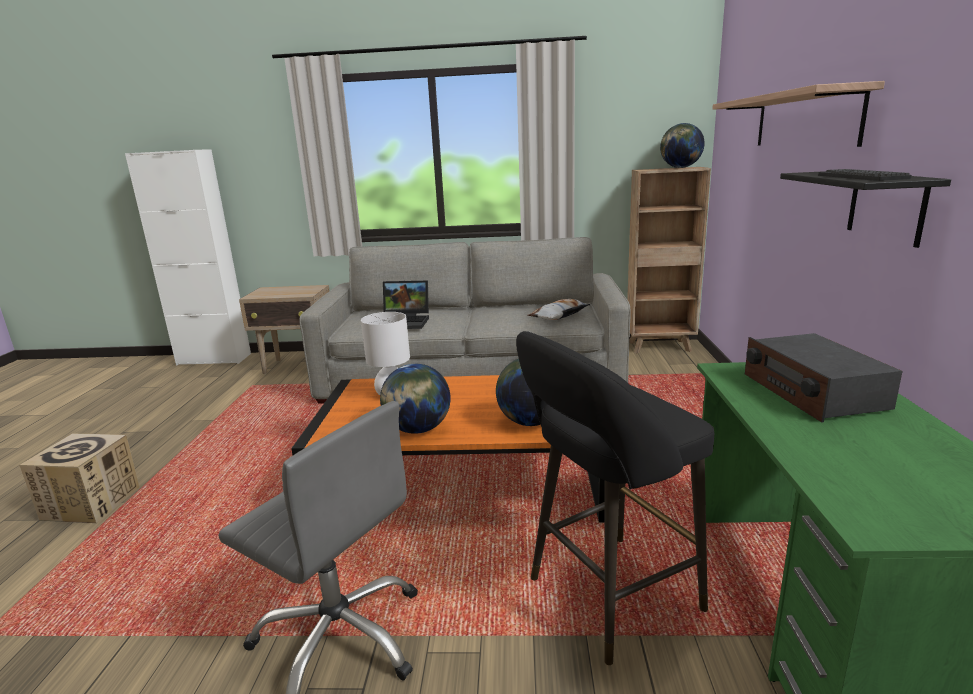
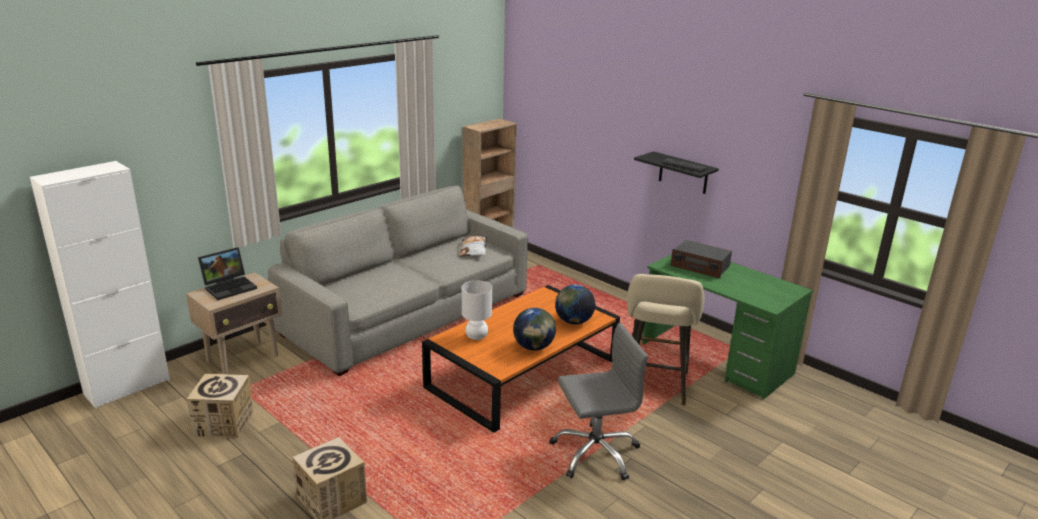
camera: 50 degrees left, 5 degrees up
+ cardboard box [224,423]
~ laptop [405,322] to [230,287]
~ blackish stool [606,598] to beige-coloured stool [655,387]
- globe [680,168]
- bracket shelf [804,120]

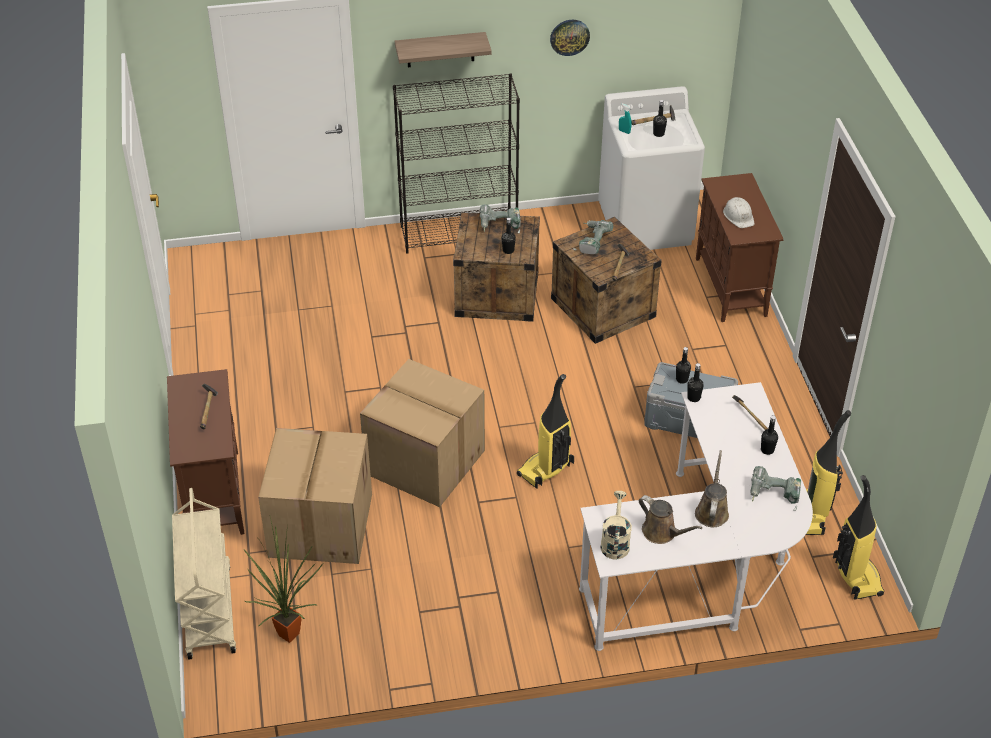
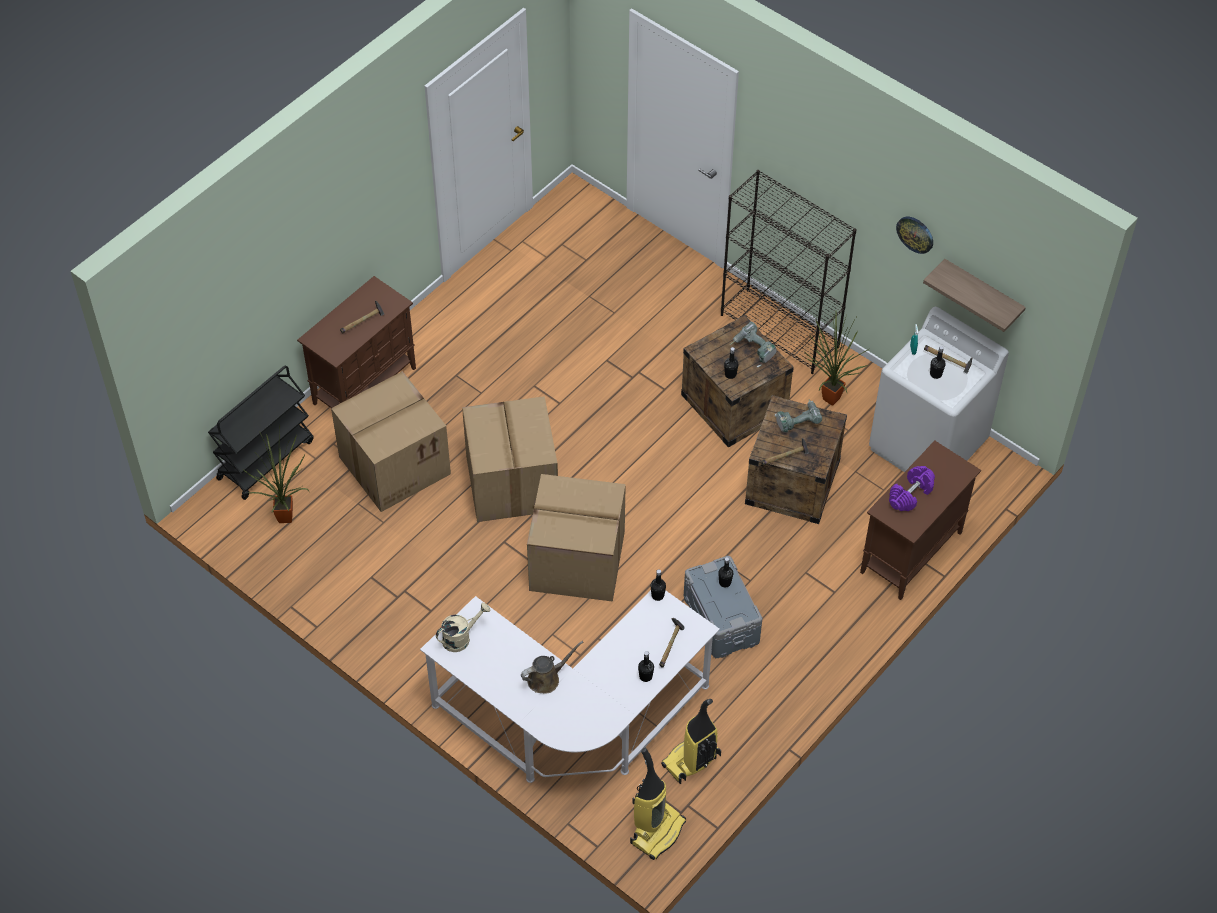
camera: 50 degrees right, 10 degrees up
~ beige-coloured trolley [208,610] to blackish trolley [265,459]
~ vacuum [546,470] to cardboard box [575,562]
+ houseplant [829,401]
~ whitish safety helmet [738,216] to purple-coloured hand weight [910,495]
~ bracket shelf [440,49] to [982,293]
- brown watering pot [662,532]
- electric drill [773,496]

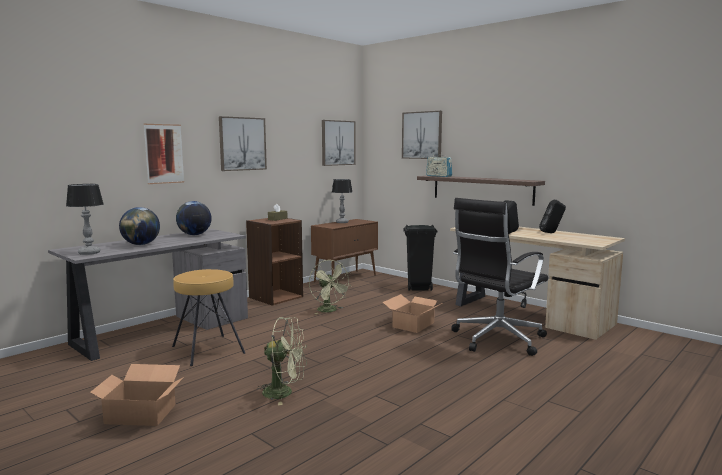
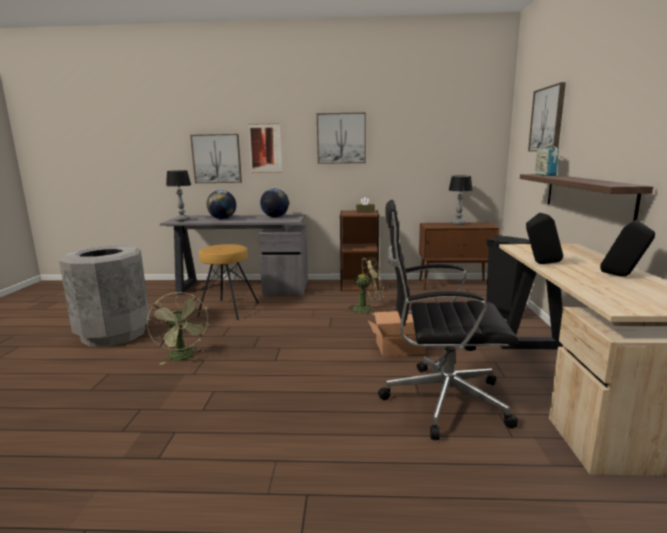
camera: 50 degrees right, 5 degrees up
~ cardboard box [140,413] to grey waste bin [114,334]
~ picture [338,143] to [217,158]
~ green-coloured fan [330,311] = [367,309] 120 degrees counterclockwise

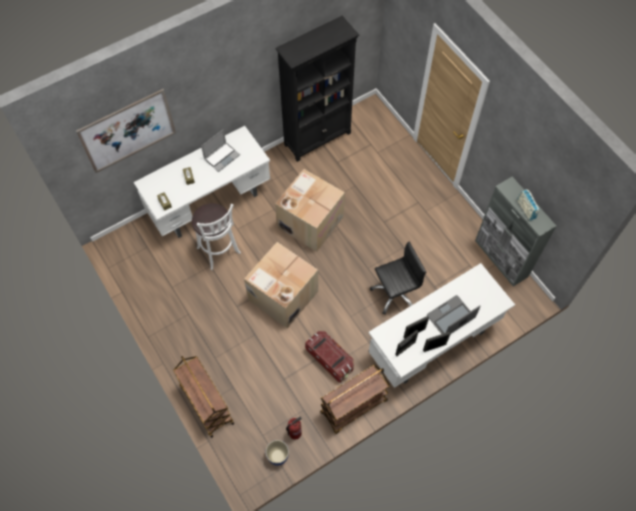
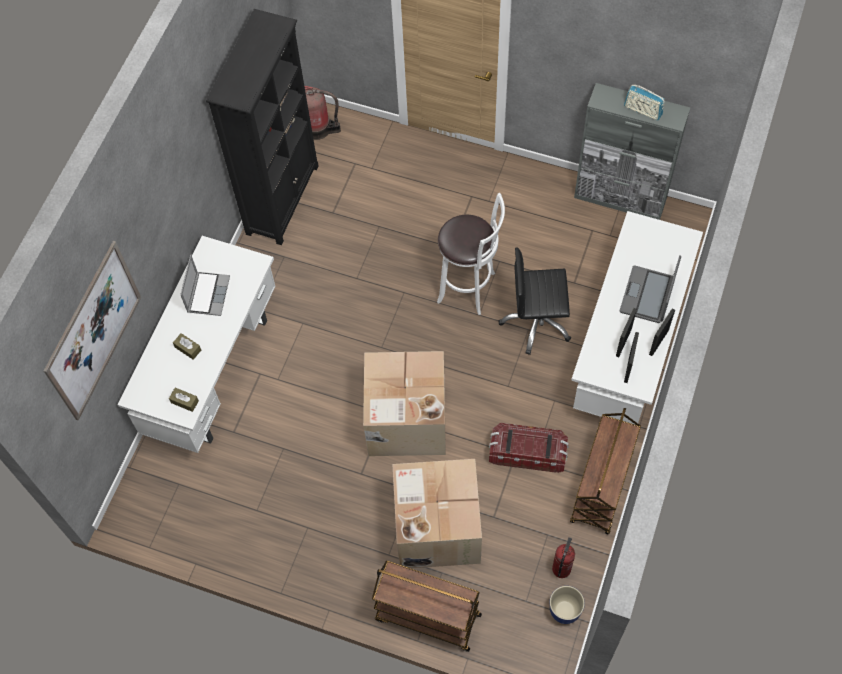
camera: 35 degrees left, 0 degrees up
+ fire-fighting cylinder [319,129]
~ cardboard box [310,221] to [436,526]
~ whitish stool [220,252] to [469,288]
~ blackish office chair [395,293] = [536,322] 120 degrees counterclockwise

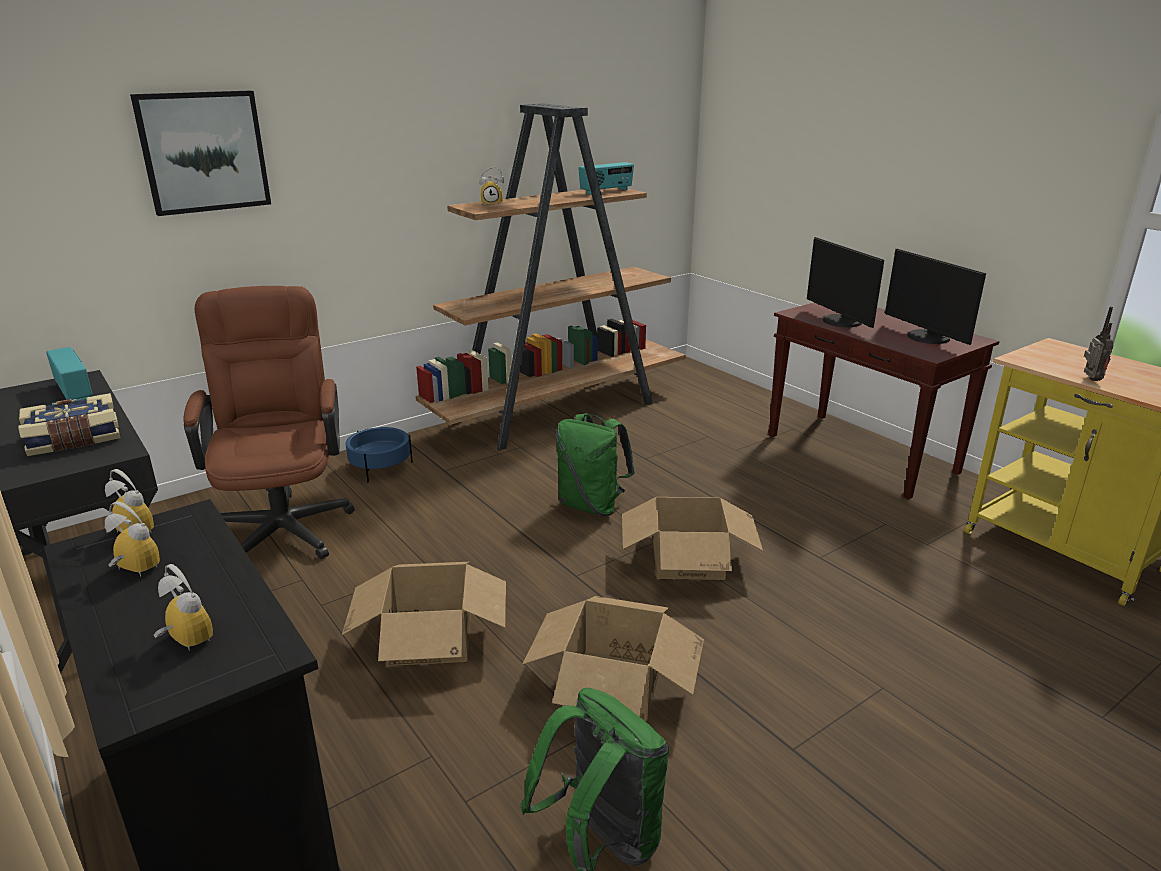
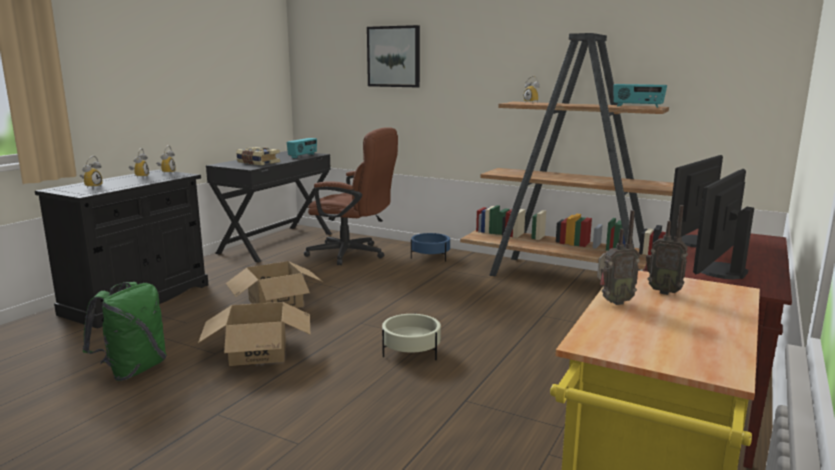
camera: 65 degrees right, 10 degrees down
~ brown office chair [285,523] = [353,254] 60 degrees clockwise
~ cardboard box [688,560] to beige-coloured flower pot [411,351]
+ radio [663,291]
- green-coloured knapsack [592,506]

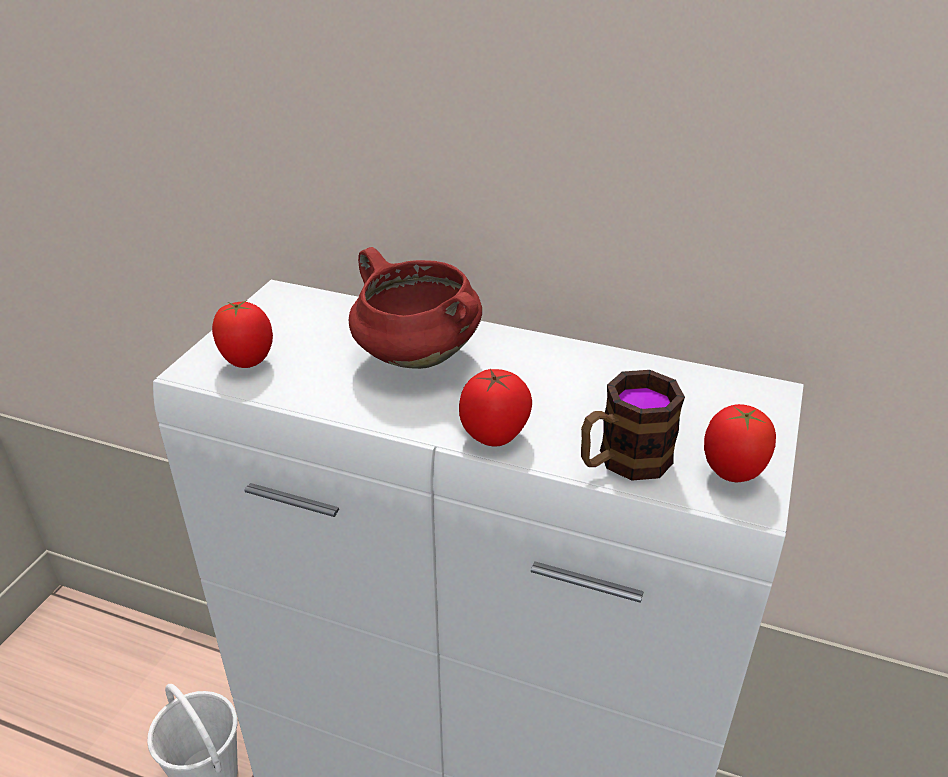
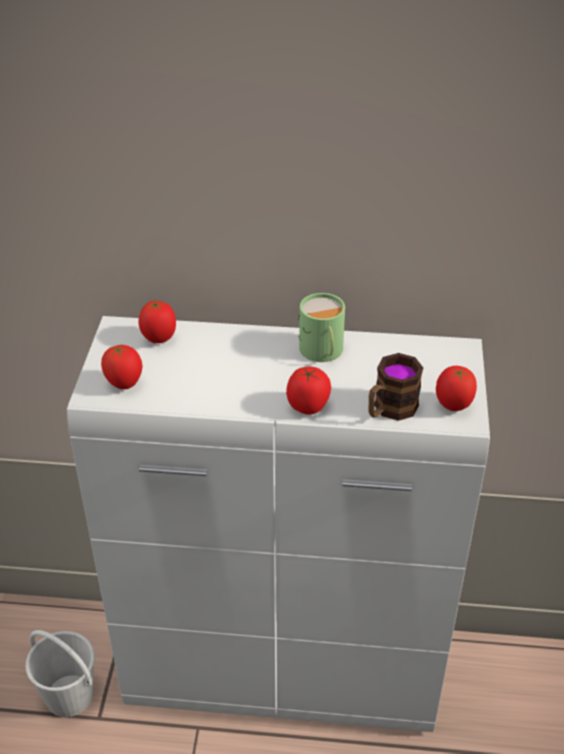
camera: 15 degrees left, 5 degrees up
+ fresh tomato [159,339]
+ green-coloured mug [322,351]
- reddish cooking pot [414,357]

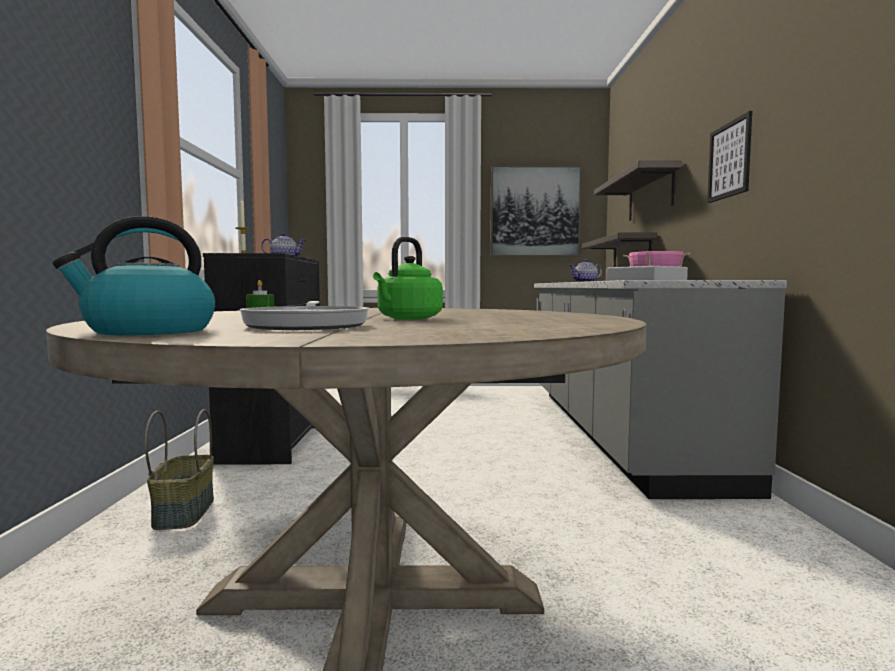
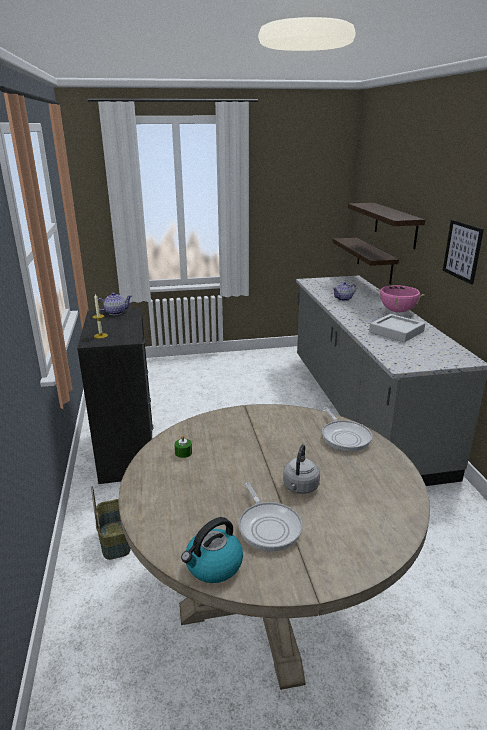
camera: 10 degrees left, 20 degrees up
~ green-coloured tea kettle [408,319] to grey tea kettle [300,487]
+ pan [344,437]
- picture [535,211]

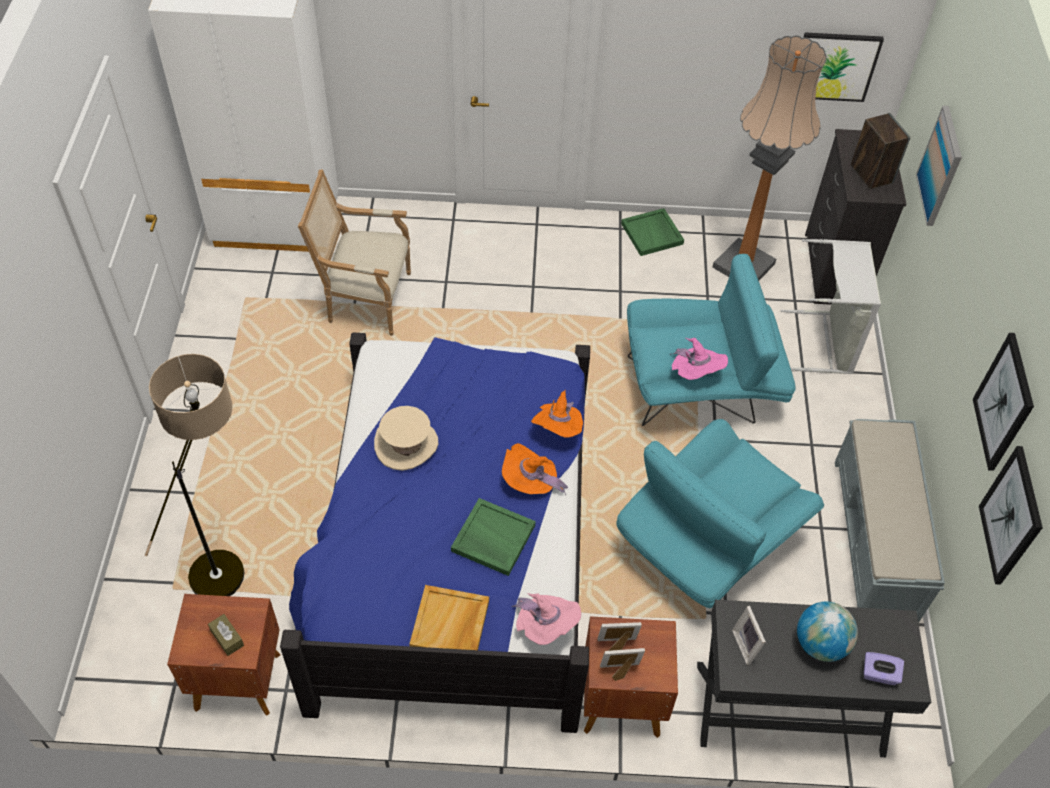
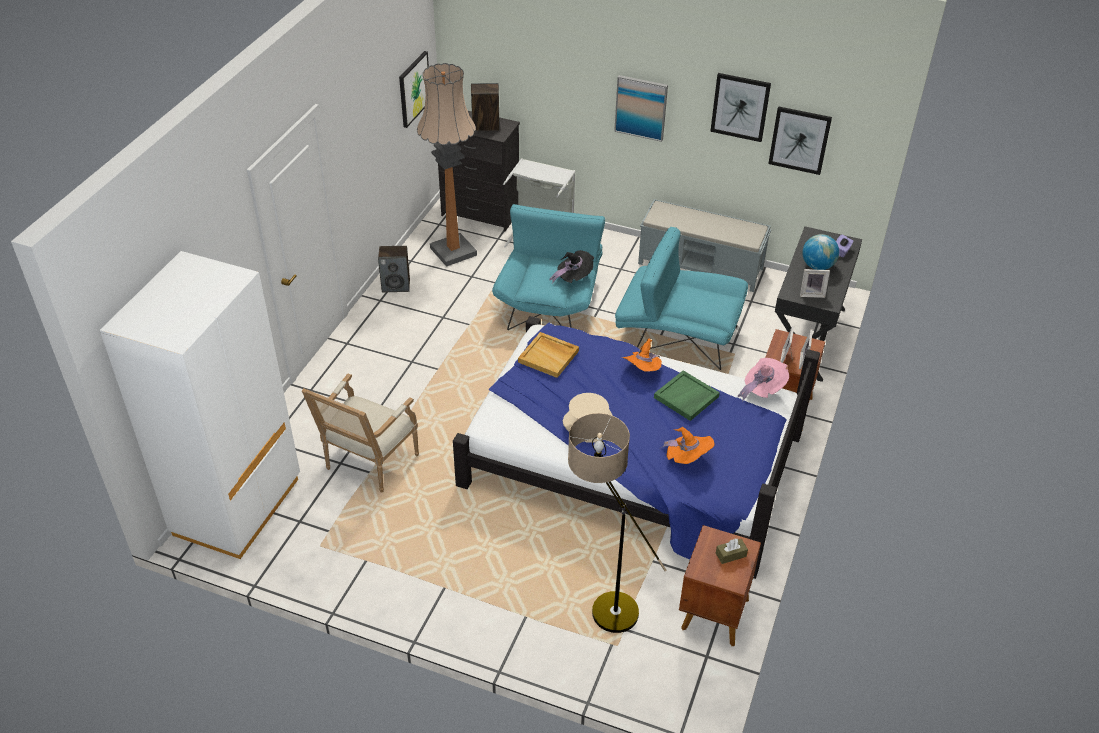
camera: 70 degrees left, 10 degrees down
~ green-coloured serving tray [652,234] to speaker [396,285]
~ beige-coloured serving tray [450,624] to [549,356]
~ pinkish hat [695,373] to blackish hat [574,277]
~ picture [940,166] to [641,107]
~ blue-green armchair [707,541] = [677,336] 135 degrees clockwise
~ orange-coloured hat [558,429] to [687,459]

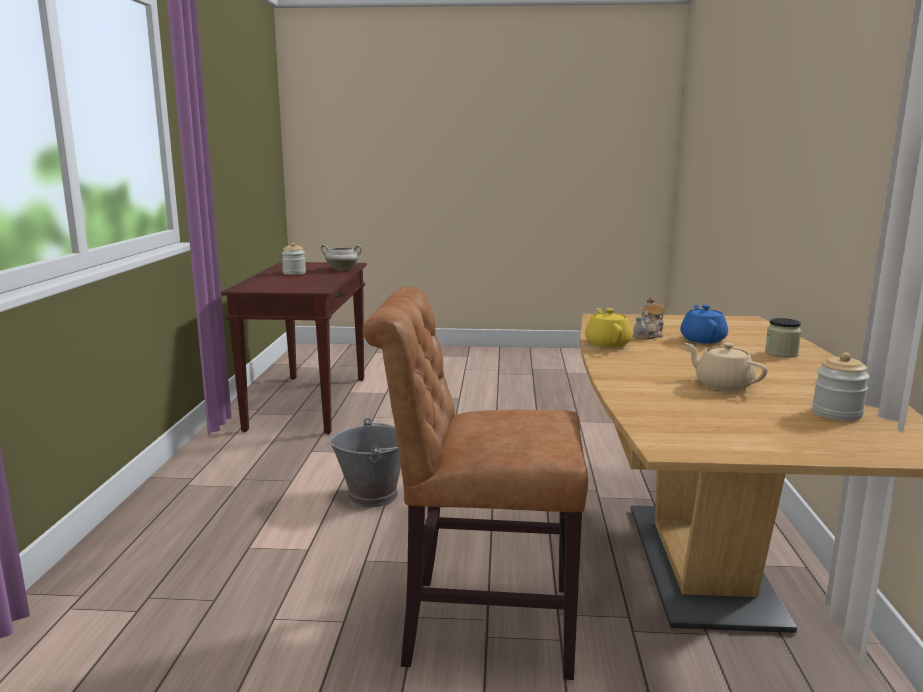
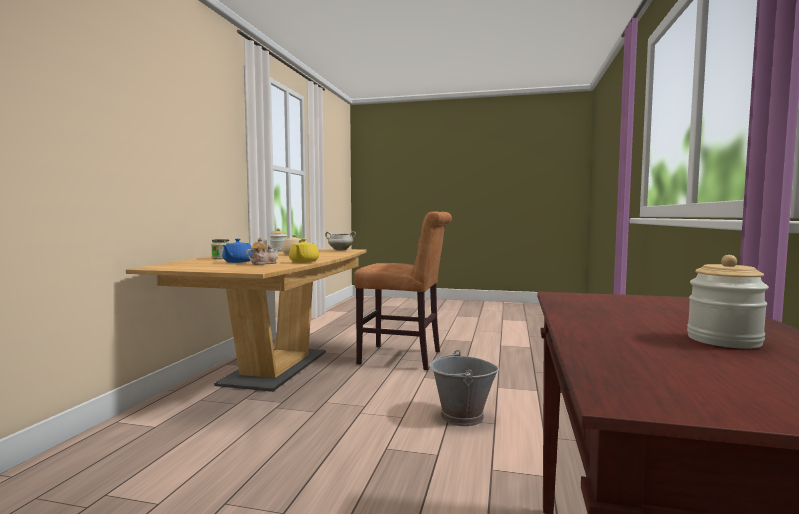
camera: 170 degrees left, 10 degrees down
~ whitish cooking pot [342,269] to [340,250]

